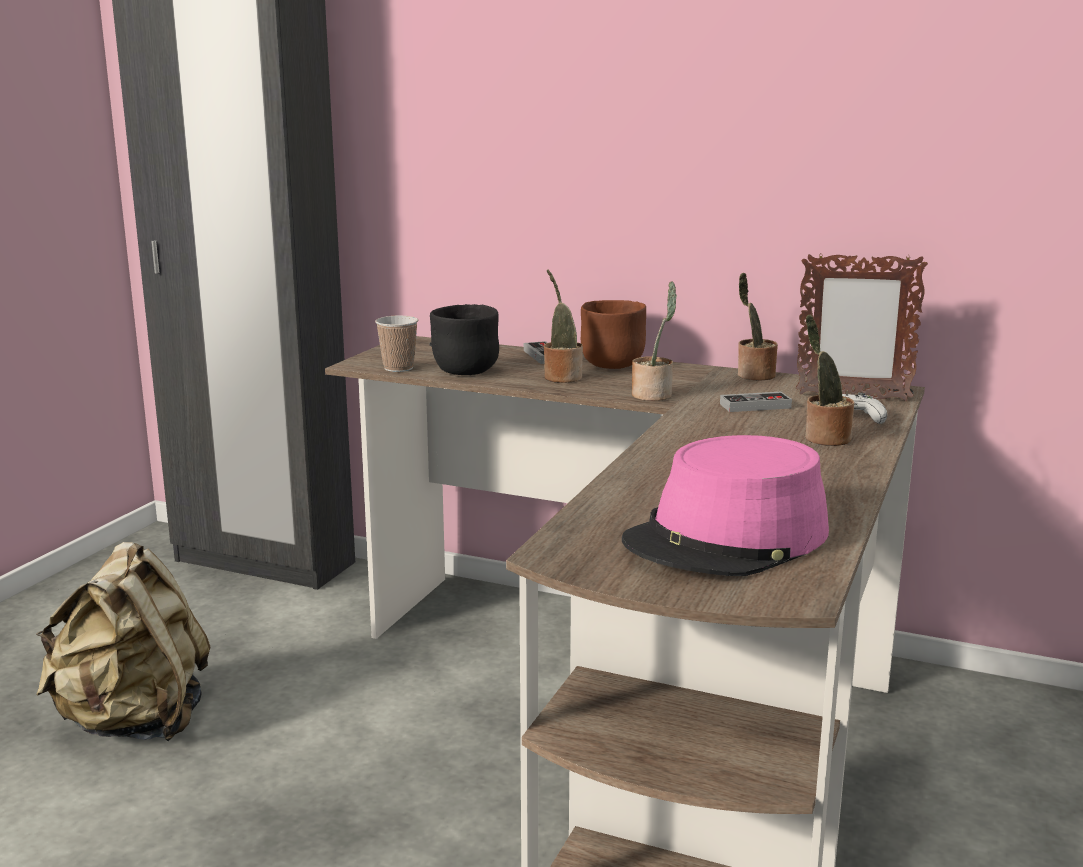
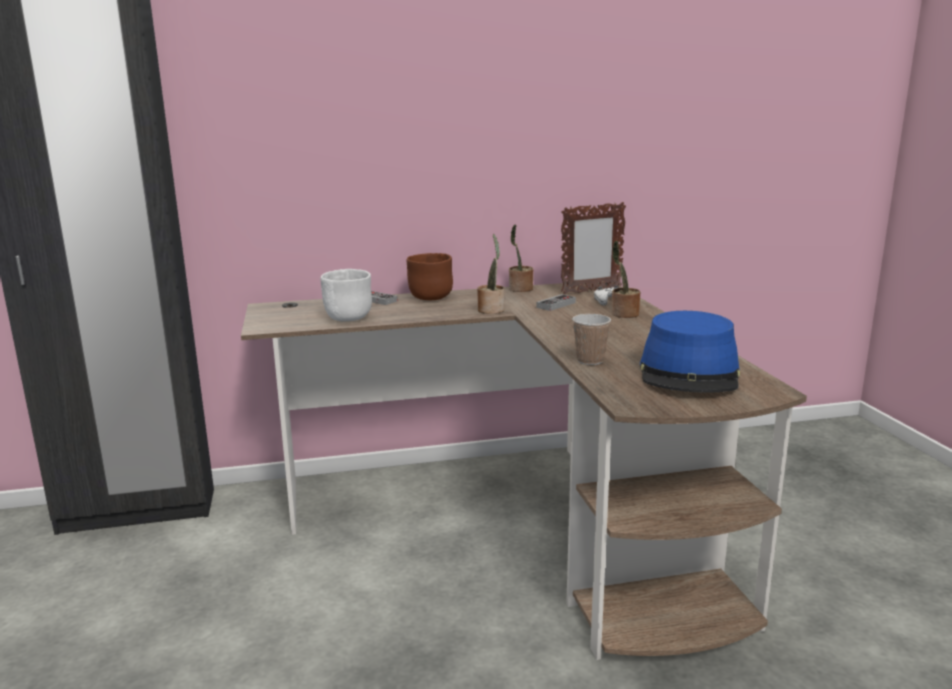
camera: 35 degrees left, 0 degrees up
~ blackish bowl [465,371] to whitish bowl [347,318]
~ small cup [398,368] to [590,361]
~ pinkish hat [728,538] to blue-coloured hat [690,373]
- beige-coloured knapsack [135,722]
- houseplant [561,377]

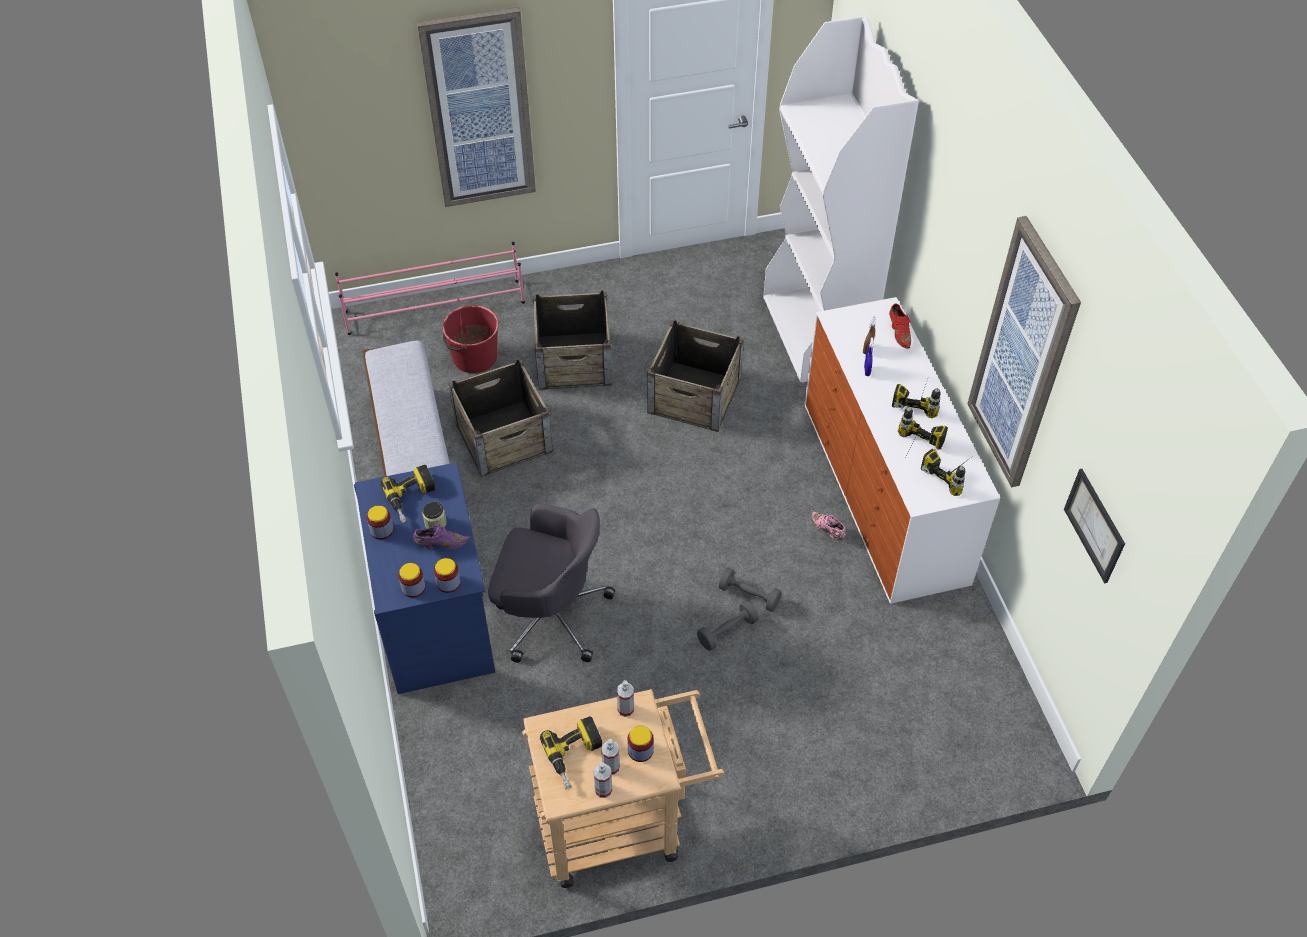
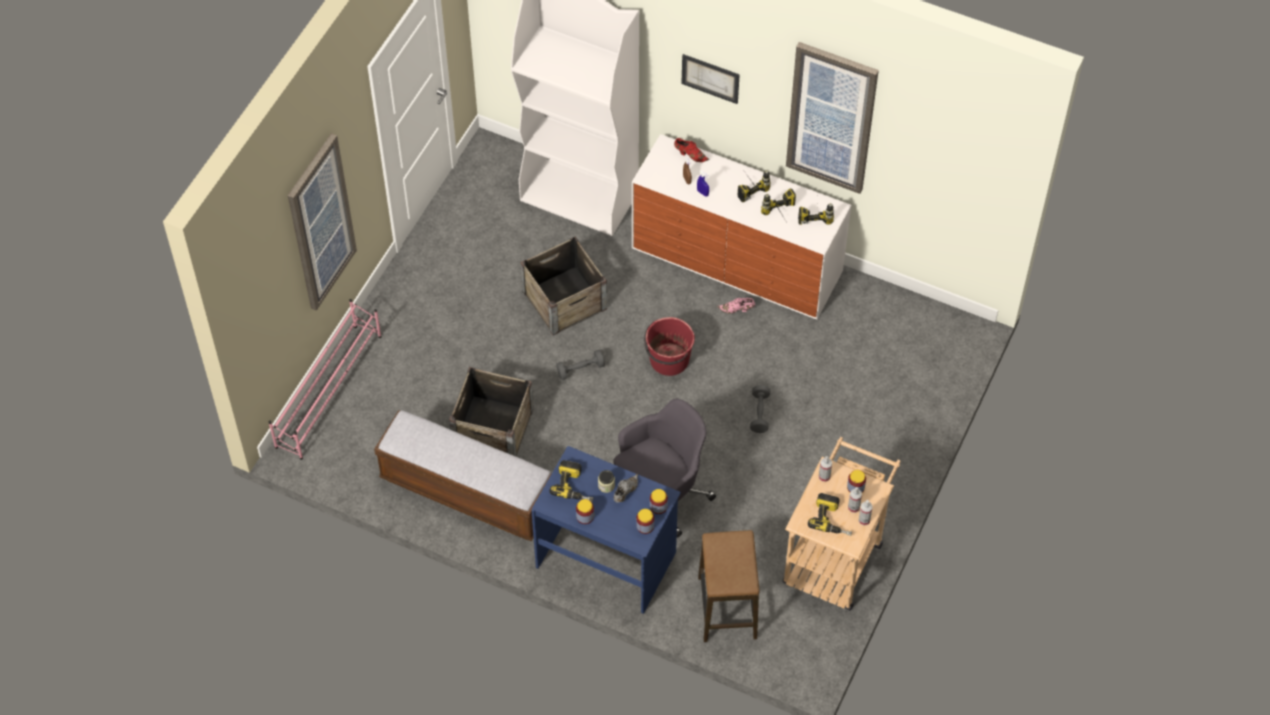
camera: 50 degrees left, 5 degrees up
~ grey hand weight [749,596] to [580,369]
~ purple-coloured item of footwear [440,544] to grey item of footwear [625,493]
~ reddish pail [474,357] to [669,360]
~ picture [1094,525] to [710,78]
+ stool [727,608]
- packing crate [574,360]

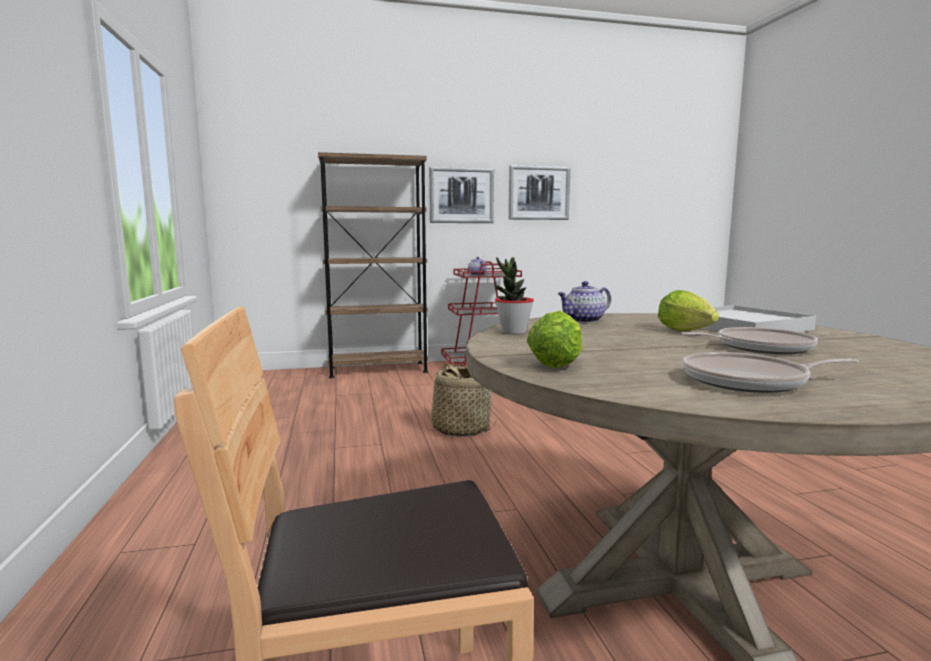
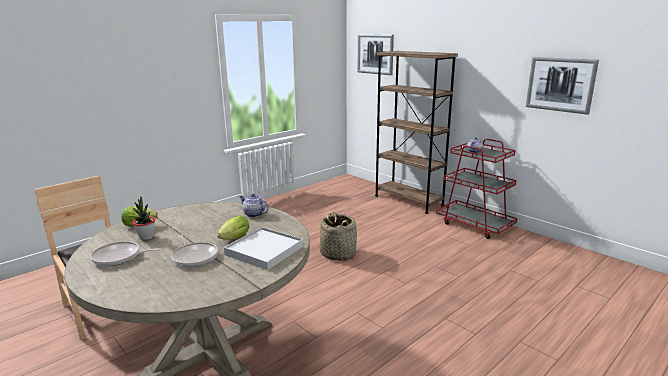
camera: 60 degrees right, 10 degrees up
~ pan [750,381] = [119,257] 60 degrees counterclockwise
~ houseplant [513,332] to [146,237]
~ picture [461,195] to [375,54]

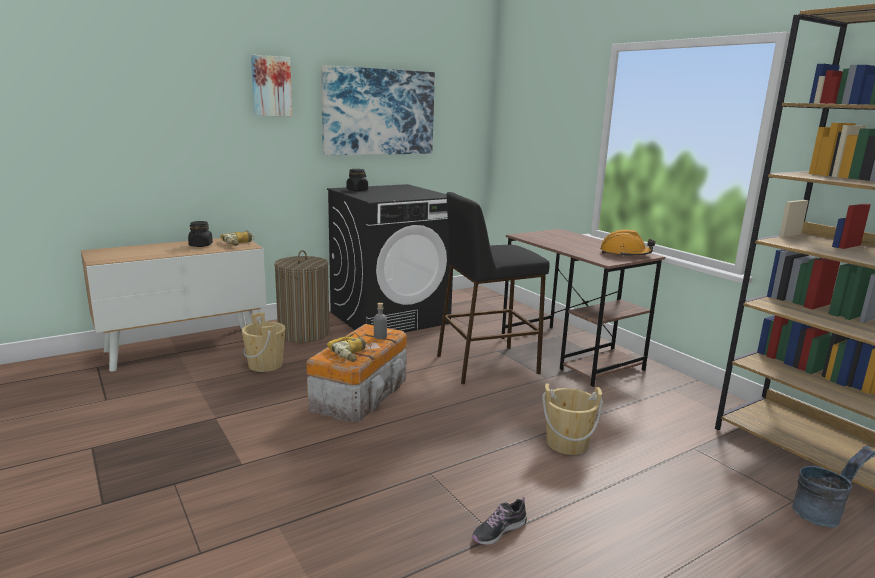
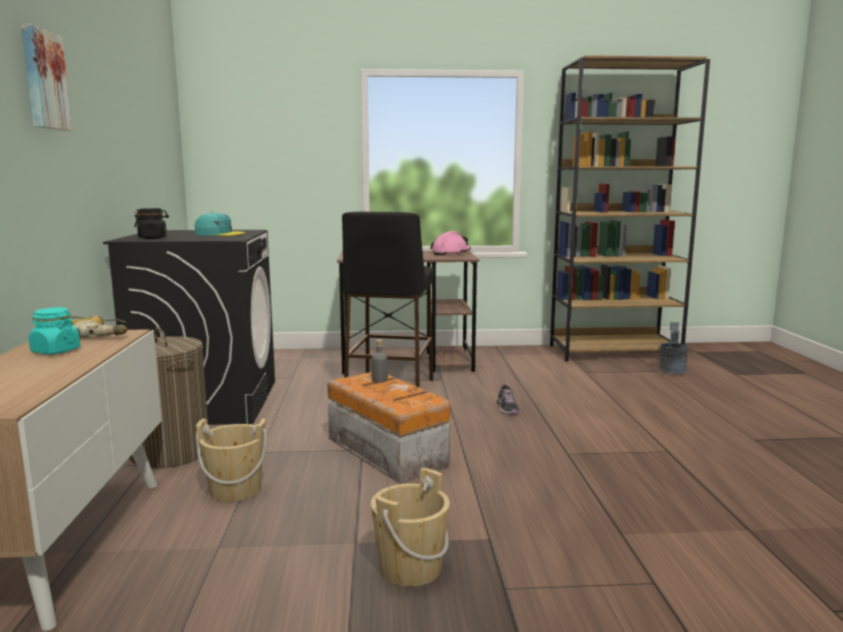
camera: 60 degrees left, 5 degrees down
~ blackish preserve jar [201,245] to blue-green preserve jar [55,351]
+ blue-green baseball cap [219,234]
~ beige-coloured pail [567,443] to [410,568]
~ orange-coloured safety helmet [625,254] to pinkish safety helmet [451,253]
~ item of footwear [498,531] to [507,408]
- picture [379,112]
- electric drill [352,353]

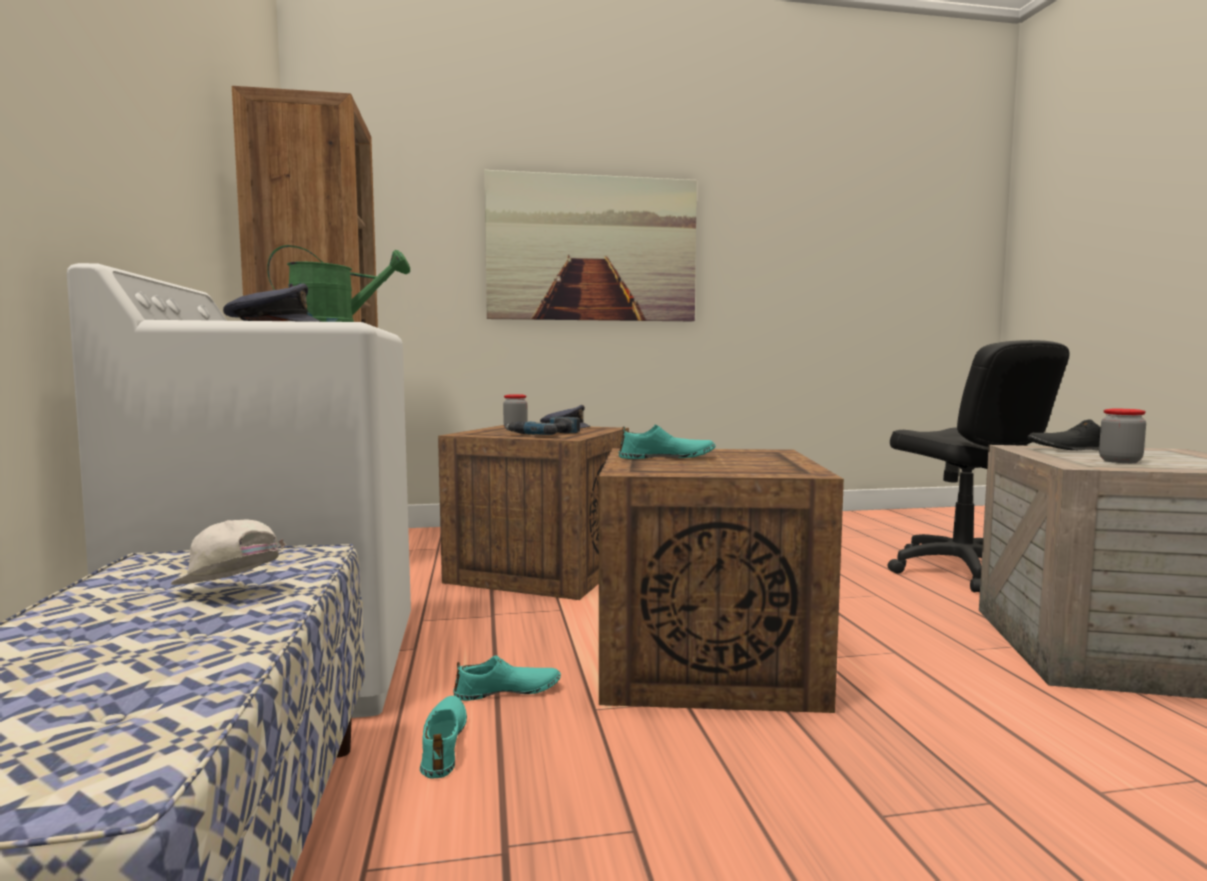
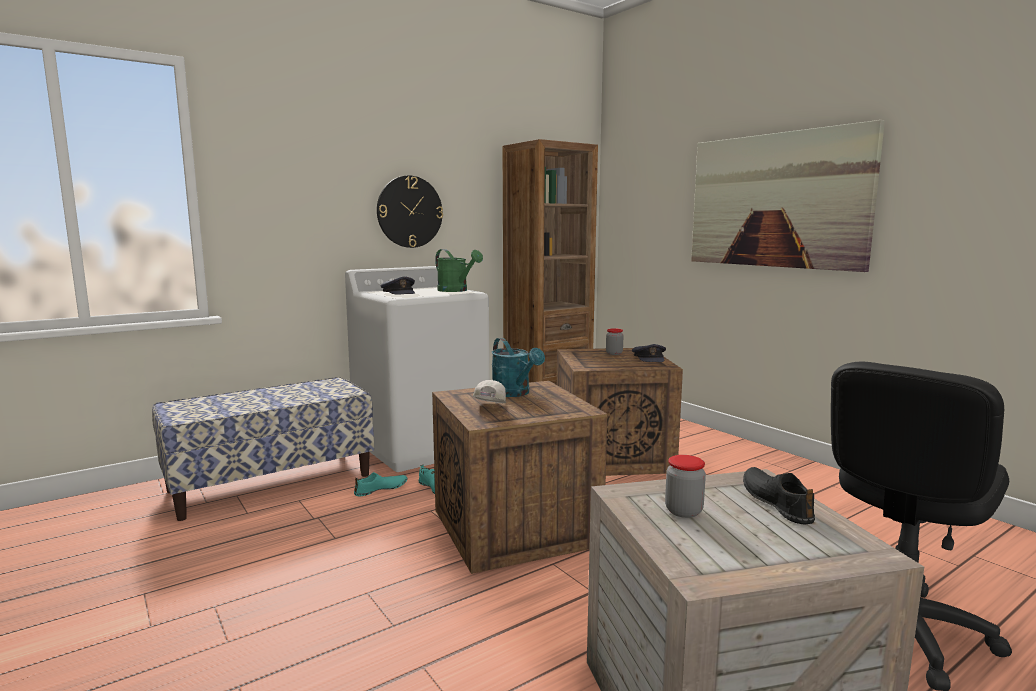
camera: 65 degrees right, 5 degrees up
+ hanging clock [409,212]
~ whitish baseball cap [231,592] to [489,409]
~ blue-green item of footwear [666,457] to blue-green watering pot [514,393]
- electric drill [545,434]

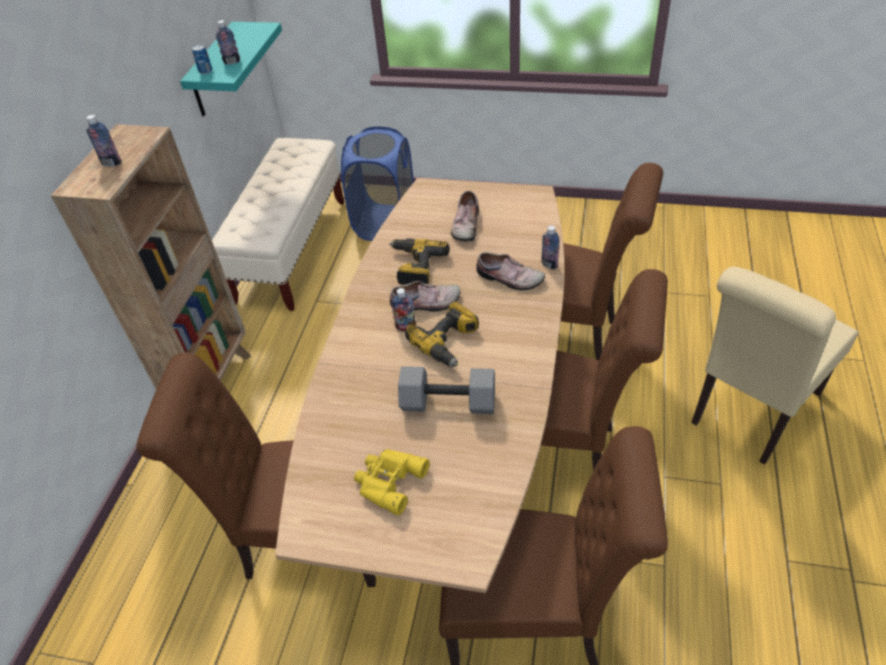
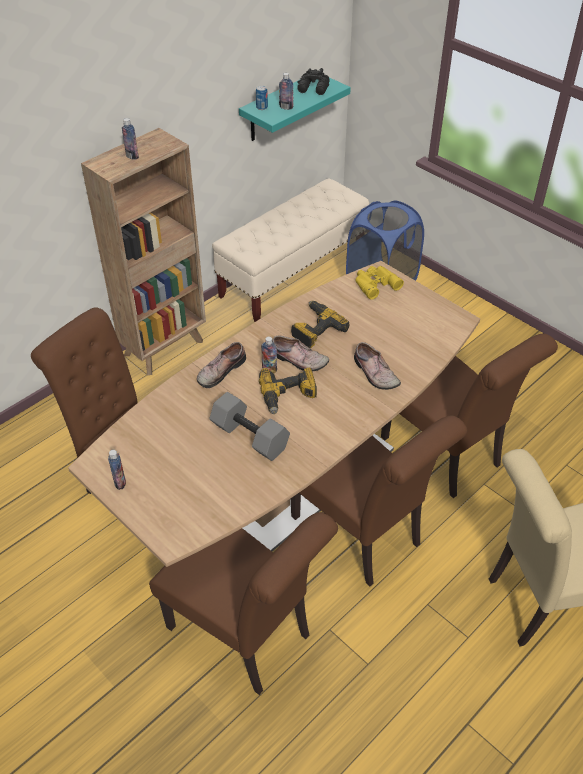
camera: 30 degrees right, 0 degrees up
~ bottle [549,264] to [120,482]
~ item of footwear [464,225] to [220,370]
+ blackish field glasses [314,89]
~ yellow field glasses [388,481] to [375,284]

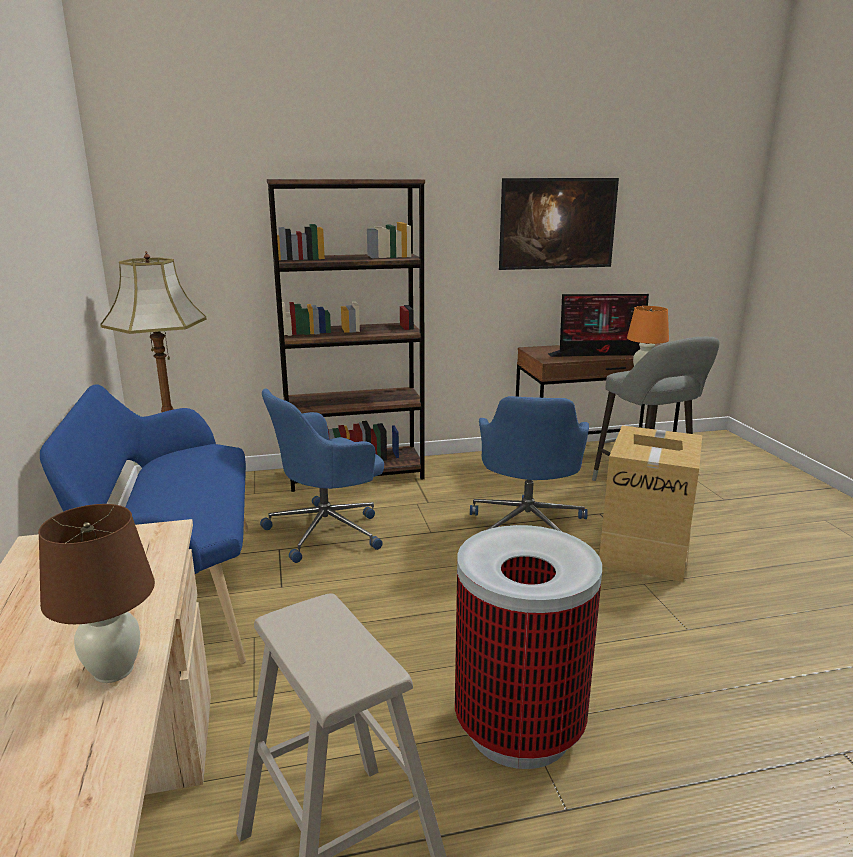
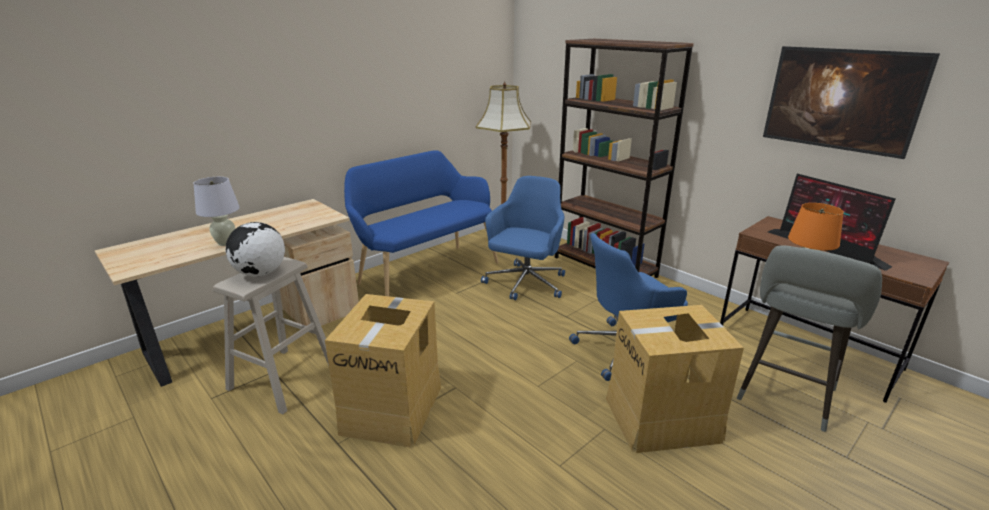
camera: 60 degrees right, 5 degrees up
~ brown lamp for a table [114,671] to whitish lamp for a table [225,243]
+ globe [260,274]
~ waste bin [518,727] to cardboard box [393,408]
~ blue-coloured office chair [327,530] = [525,284] 90 degrees clockwise

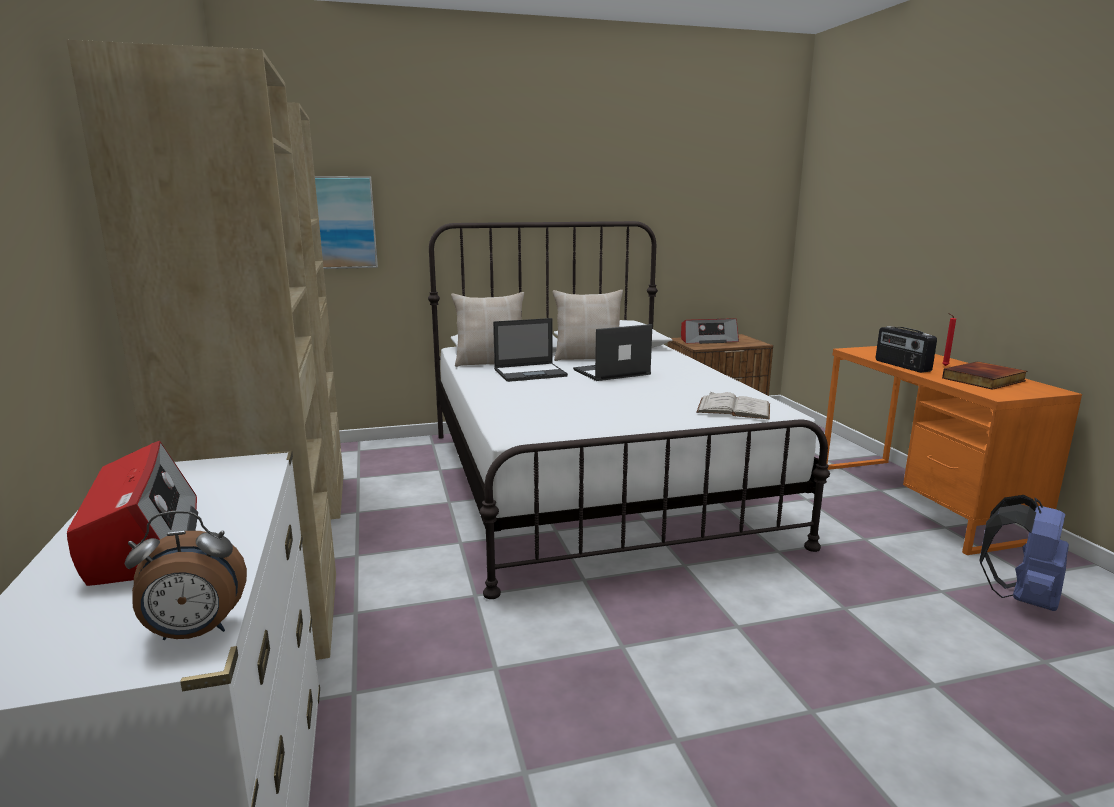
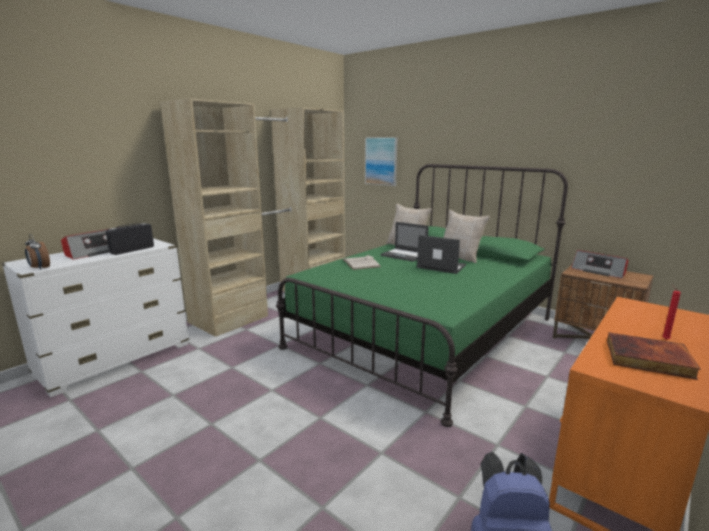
camera: 55 degrees right, 0 degrees up
~ radio [901,366] to [132,250]
~ whitish sleeping bed [591,482] to green-coloured sleeping bed [425,333]
~ whitish book [733,408] to [361,263]

